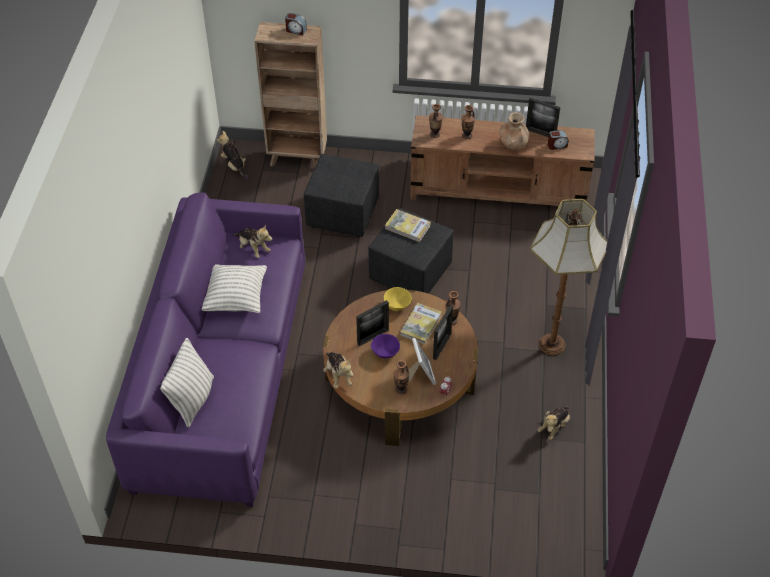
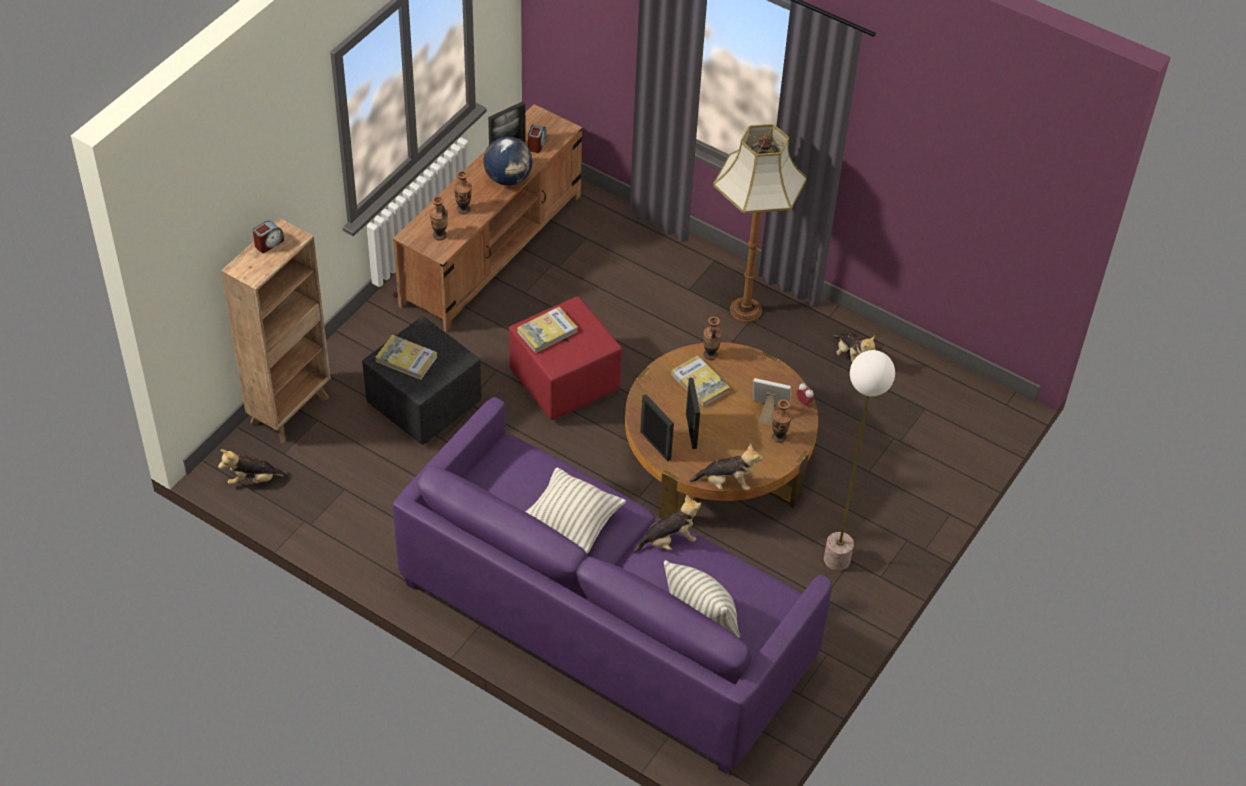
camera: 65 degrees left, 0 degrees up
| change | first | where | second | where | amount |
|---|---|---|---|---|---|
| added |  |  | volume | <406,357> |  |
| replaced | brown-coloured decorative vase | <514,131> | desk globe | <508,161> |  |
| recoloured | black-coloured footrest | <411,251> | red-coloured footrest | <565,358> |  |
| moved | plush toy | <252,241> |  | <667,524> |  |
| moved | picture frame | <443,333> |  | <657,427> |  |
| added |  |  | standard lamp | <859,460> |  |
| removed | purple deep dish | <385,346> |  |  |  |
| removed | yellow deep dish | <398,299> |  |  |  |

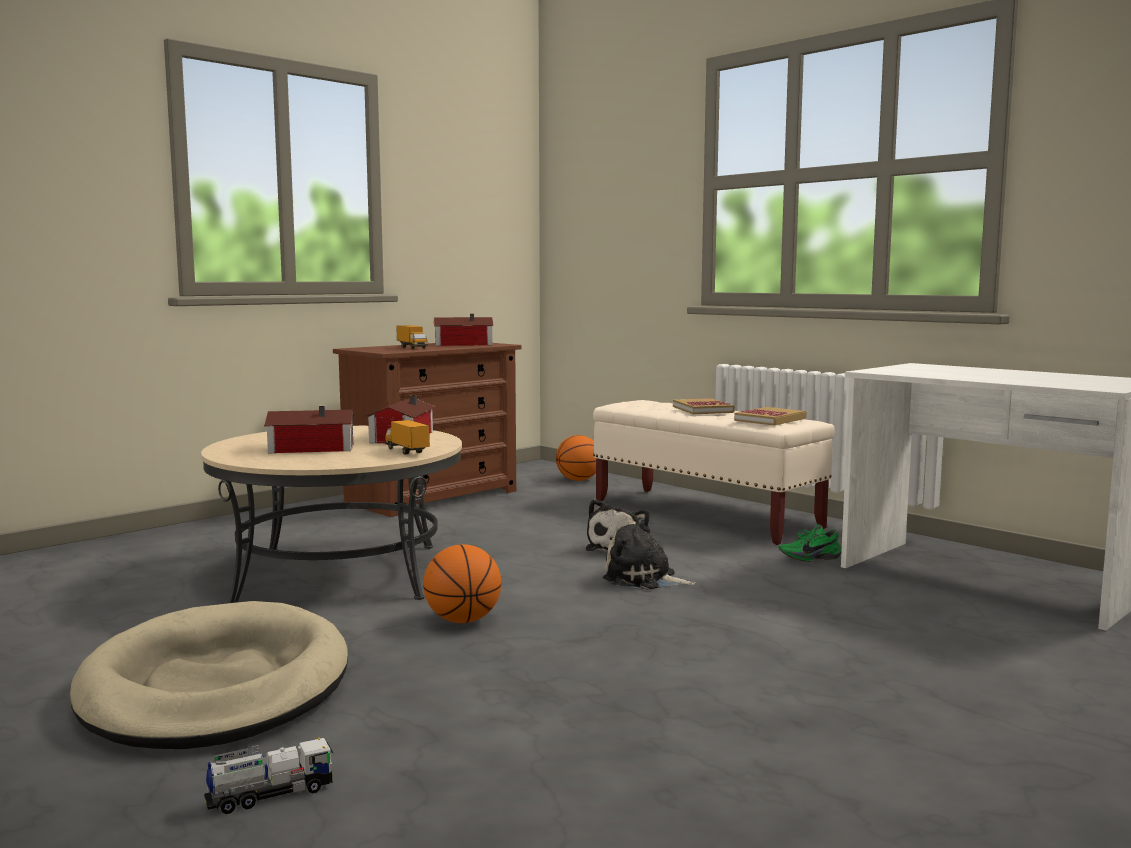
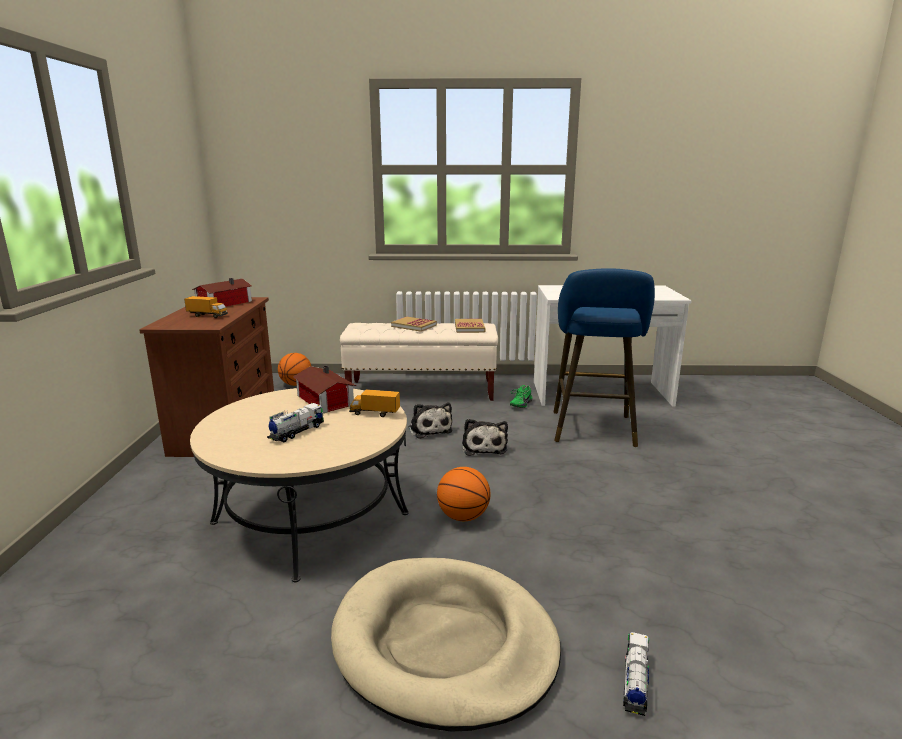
camera: 45 degrees left, 10 degrees up
| change | first | where | second | where | amount |
|---|---|---|---|---|---|
| replaced | miniature house | <309,429> | model truck | <295,422> |  |
| turned | plush toy | <649,553> |  | <485,437> | 75 degrees counterclockwise |
| added |  |  | blue sitting stool | <604,357> |  |

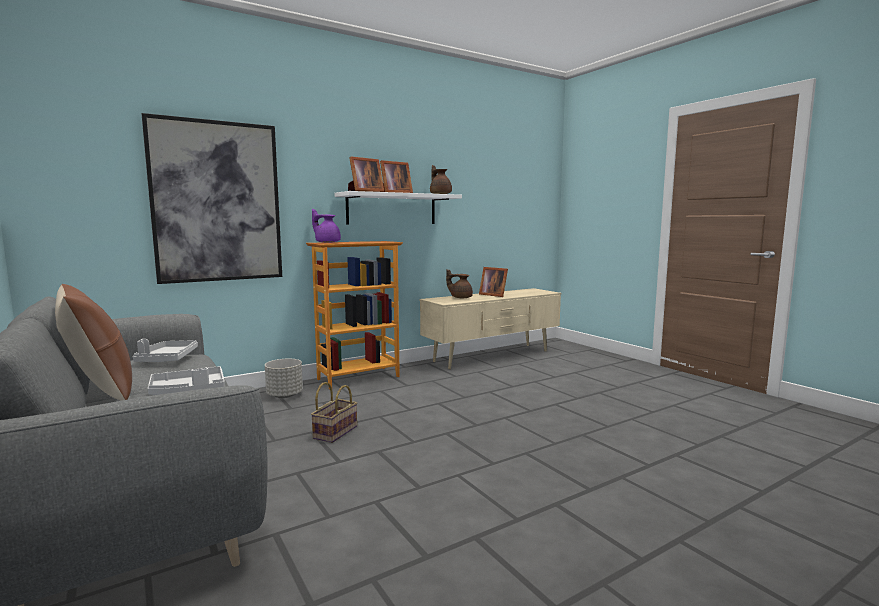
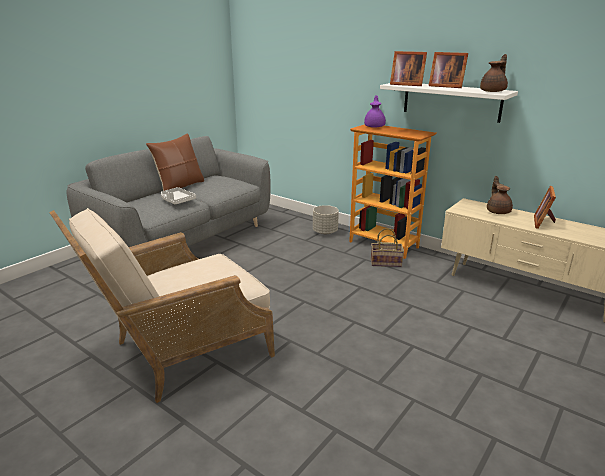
camera: 70 degrees right, 15 degrees up
| change | first | where | second | where | amount |
|---|---|---|---|---|---|
| added |  |  | beige-coloured armchair | <162,305> |  |
| moved | storage basket | <334,412> |  | <387,247> |  |
| removed | greyish carrying tray | <165,350> |  |  |  |
| removed | wall art | <212,198> |  |  |  |

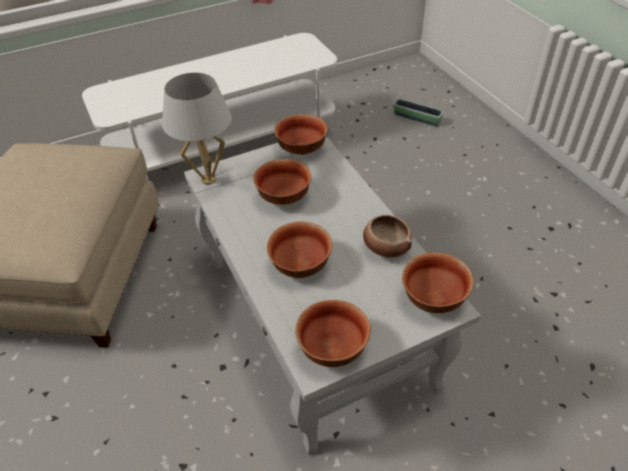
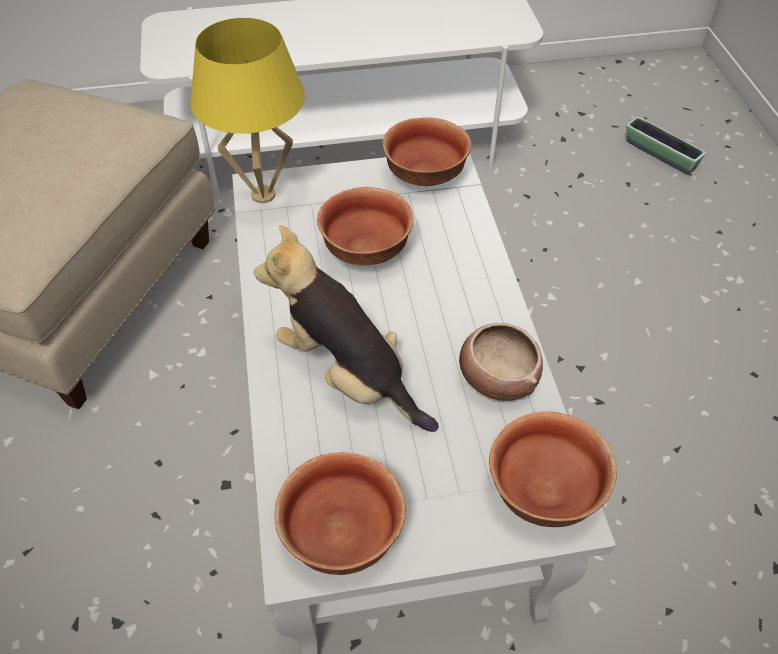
camera: 15 degrees right, 5 degrees up
| change | first | where | second | where | amount |
|---|---|---|---|---|---|
| recoloured | white-coloured table lamp | <197,129> | yellow table lamp | <247,110> |  |
| replaced | deep dish | <299,250> | plush toy | <346,328> |  |

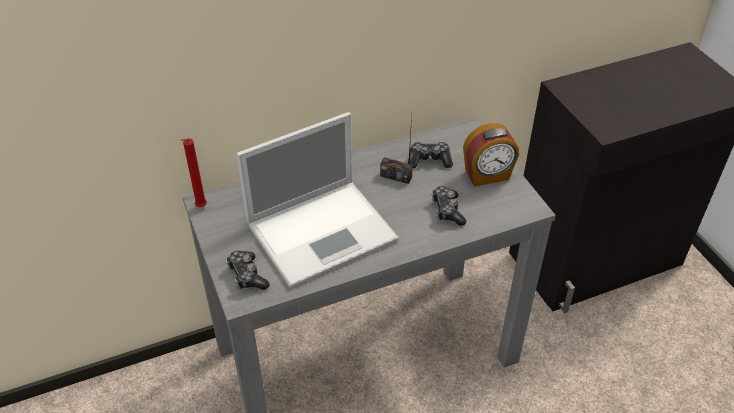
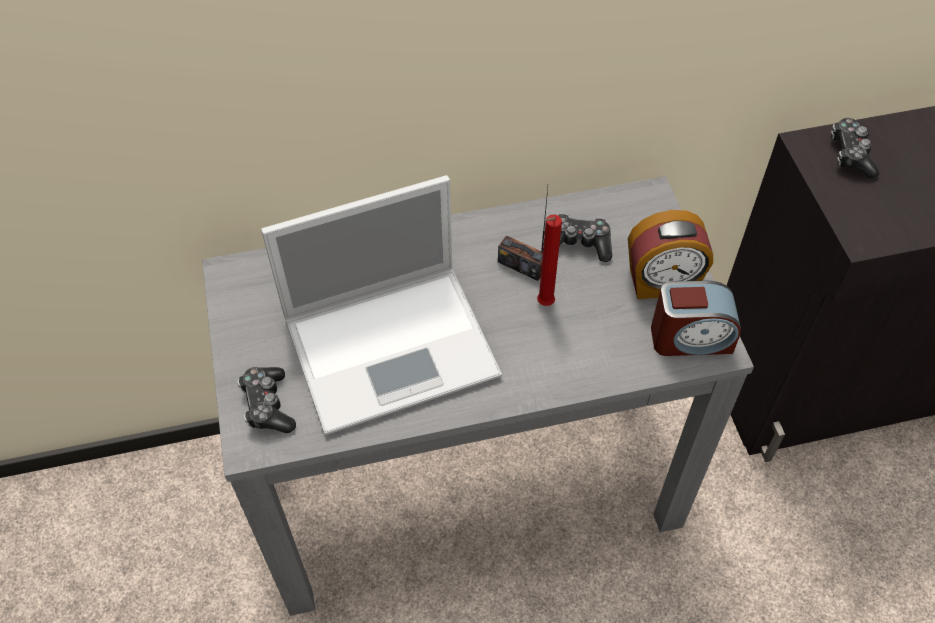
camera: 10 degrees right, 10 degrees up
| change | first | where | second | where | amount |
|---|---|---|---|---|---|
| moved | red-coloured wax candle | <194,173> |  | <549,260> |  |
| added |  |  | alarm clock | <696,318> |  |
| moved | gamepad | <448,206> |  | <855,148> |  |

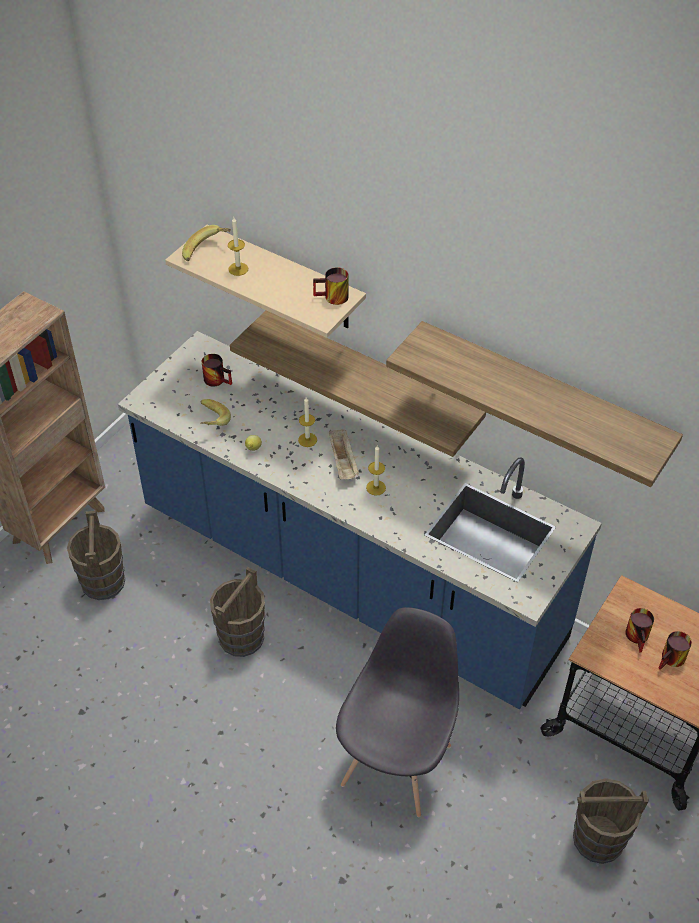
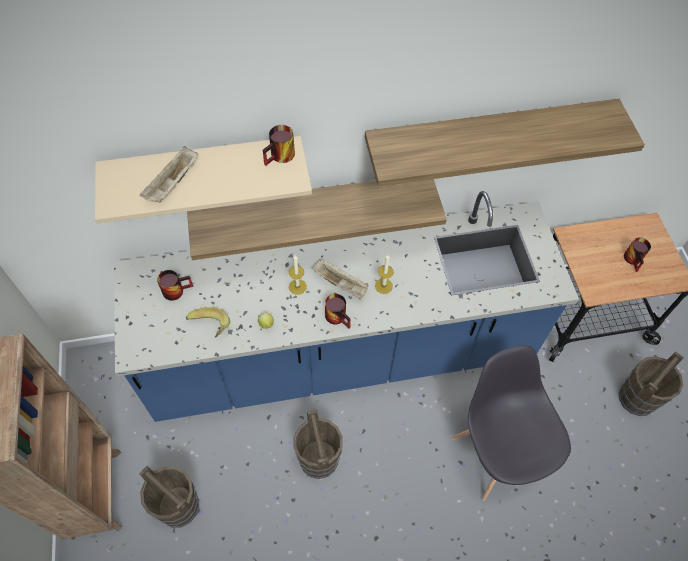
camera: 45 degrees left, 10 degrees up
| change | first | where | second | where | amount |
|---|---|---|---|---|---|
| replaced | wax candle | <238,247> | beige-coloured carrying tray | <169,174> |  |
| moved | mug | <639,630> |  | <338,311> |  |
| removed | banana fruit | <206,243> |  |  |  |

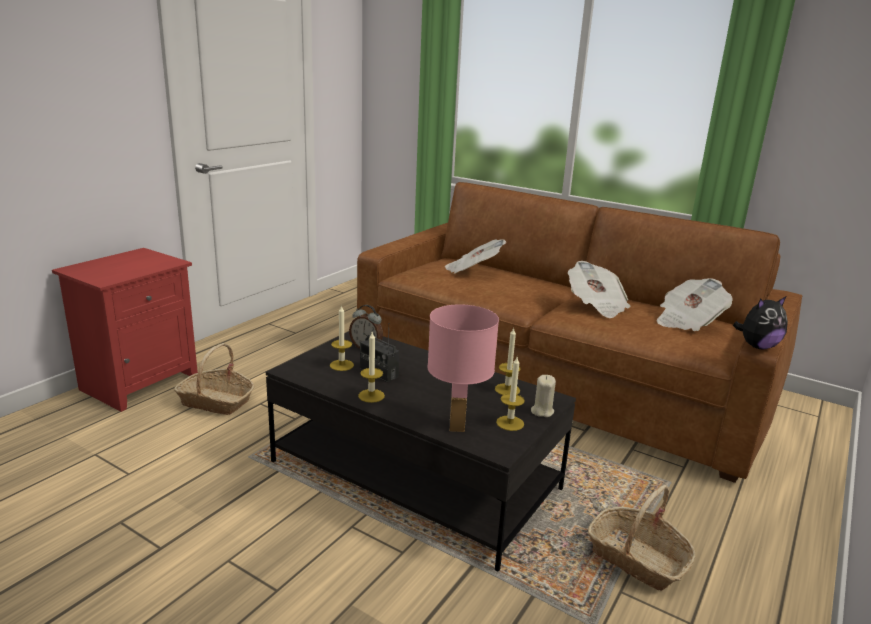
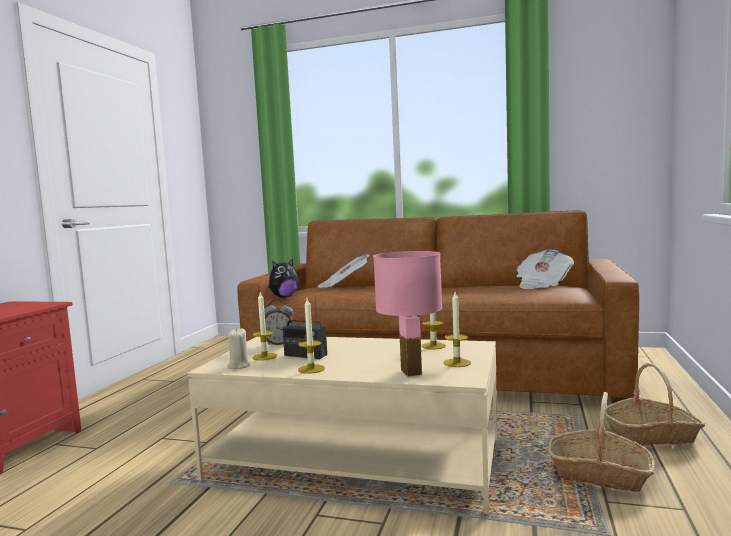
camera: 15 degrees left, 15 degrees down
| change | first | where | second | where | amount |
|---|---|---|---|---|---|
| recoloured | black-coloured coffee table | <421,451> | beige-coloured coffee table | <342,425> |  |
| moved | beige-coloured wax candle | <543,396> |  | <239,348> |  |
| moved | plush toy | <760,322> |  | <283,278> |  |
| moved | storage basket | <214,379> |  | <655,404> |  |
| removed | newspaper | <599,289> |  |  |  |

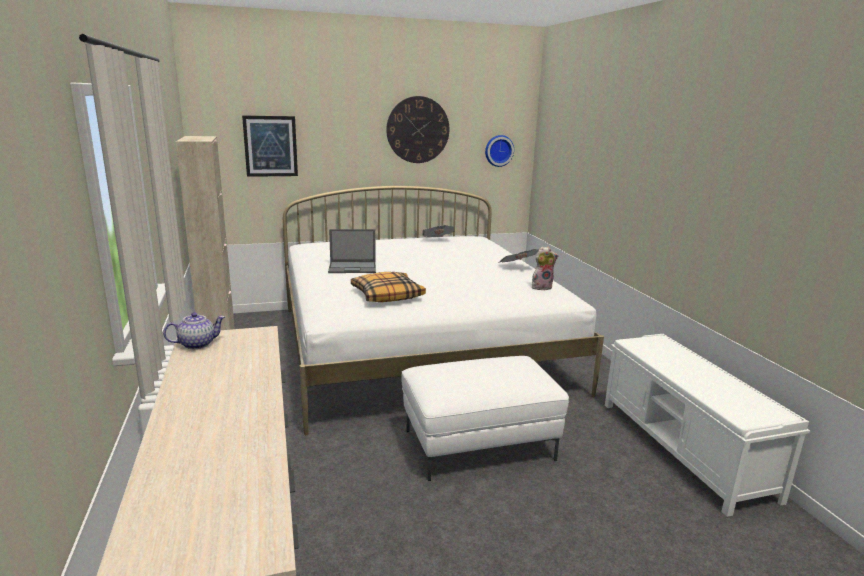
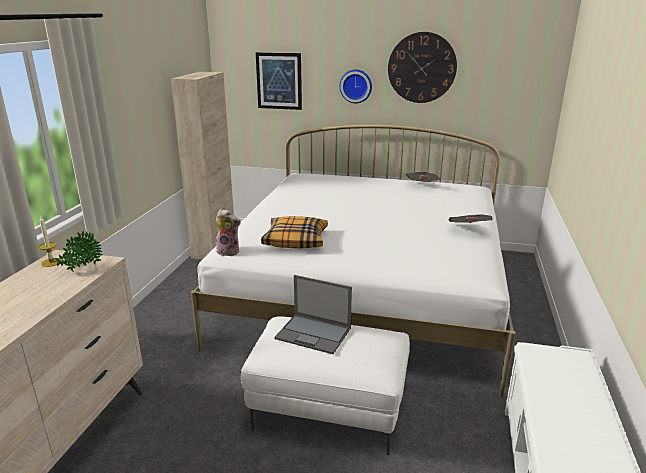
camera: 30 degrees right, 5 degrees up
| change | first | where | second | where | amount |
|---|---|---|---|---|---|
| replaced | teapot | <194,330> | wax candle | <50,241> |  |
| added |  |  | plant in a pot | <79,251> |  |
| moved | plush toy | <545,268> |  | <228,232> |  |
| moved | laptop | <352,251> |  | <313,314> |  |
| moved | wall clock | <499,151> |  | <356,86> |  |

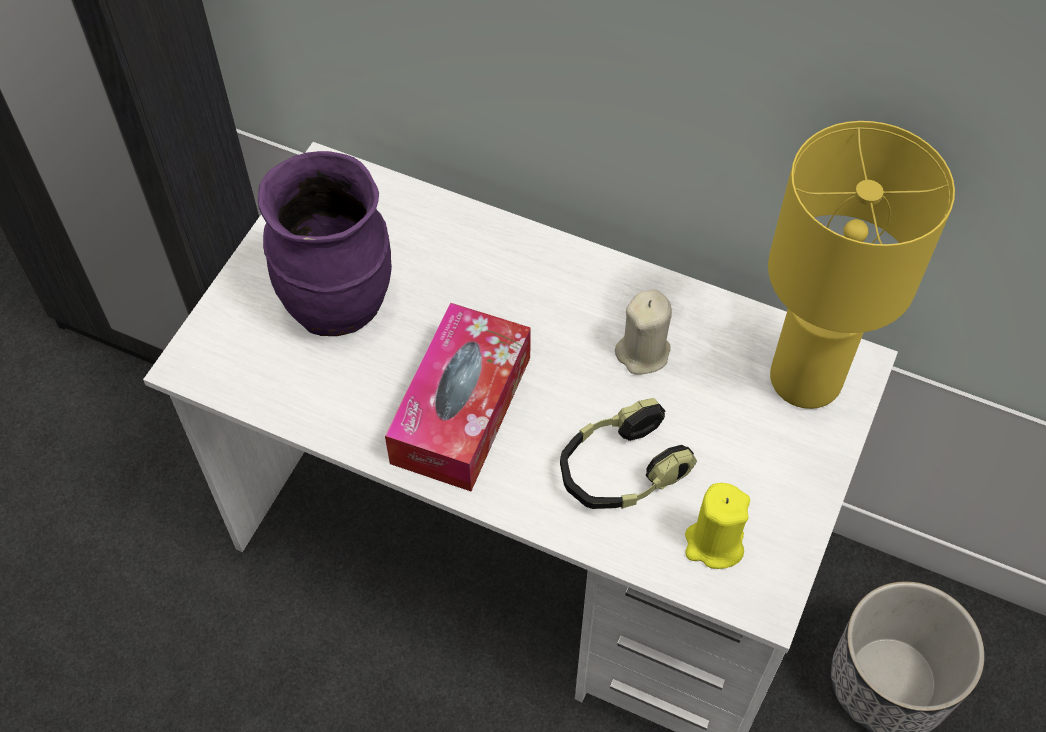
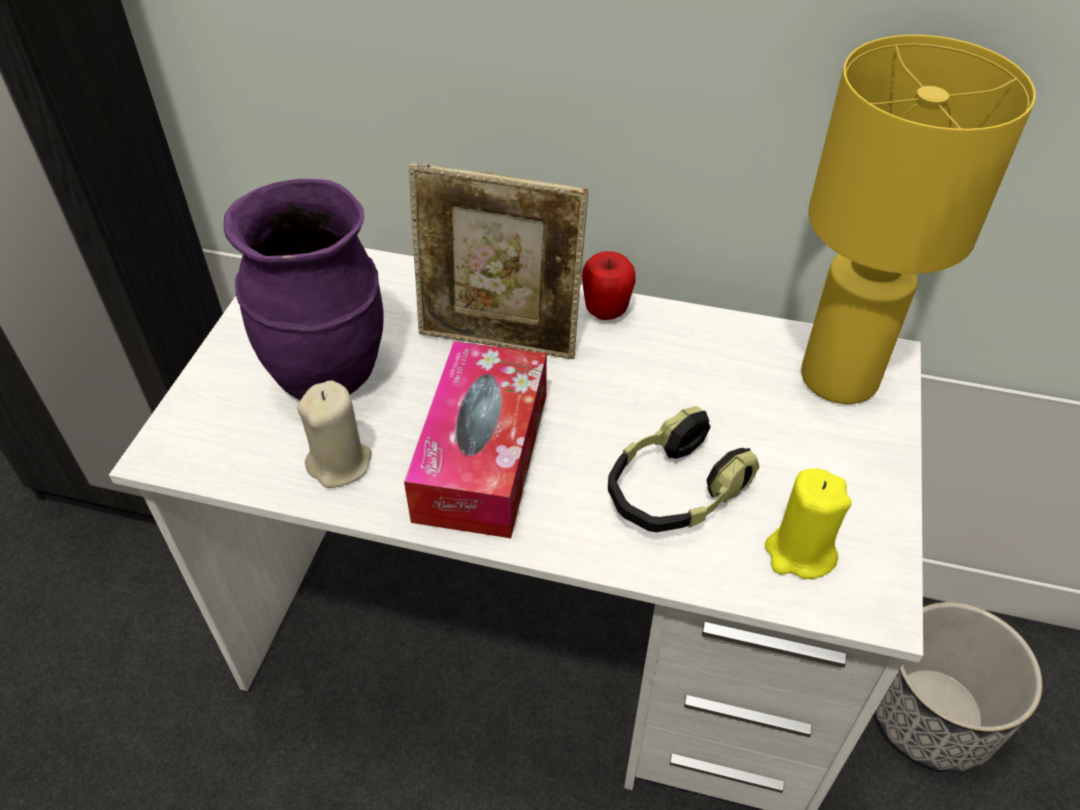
camera: 10 degrees left, 10 degrees down
| change | first | where | second | where | amount |
|---|---|---|---|---|---|
| moved | beige-coloured wax candle | <643,332> |  | <334,434> |  |
| added |  |  | picture frame | <498,261> |  |
| added |  |  | apple fruit | <609,285> |  |

